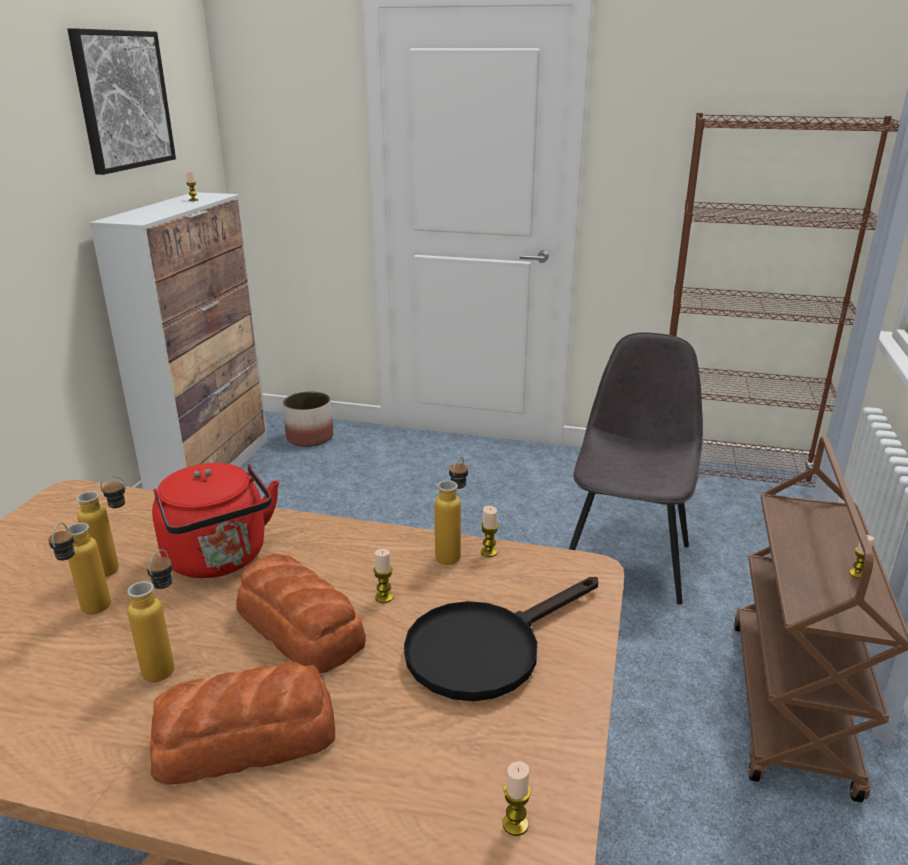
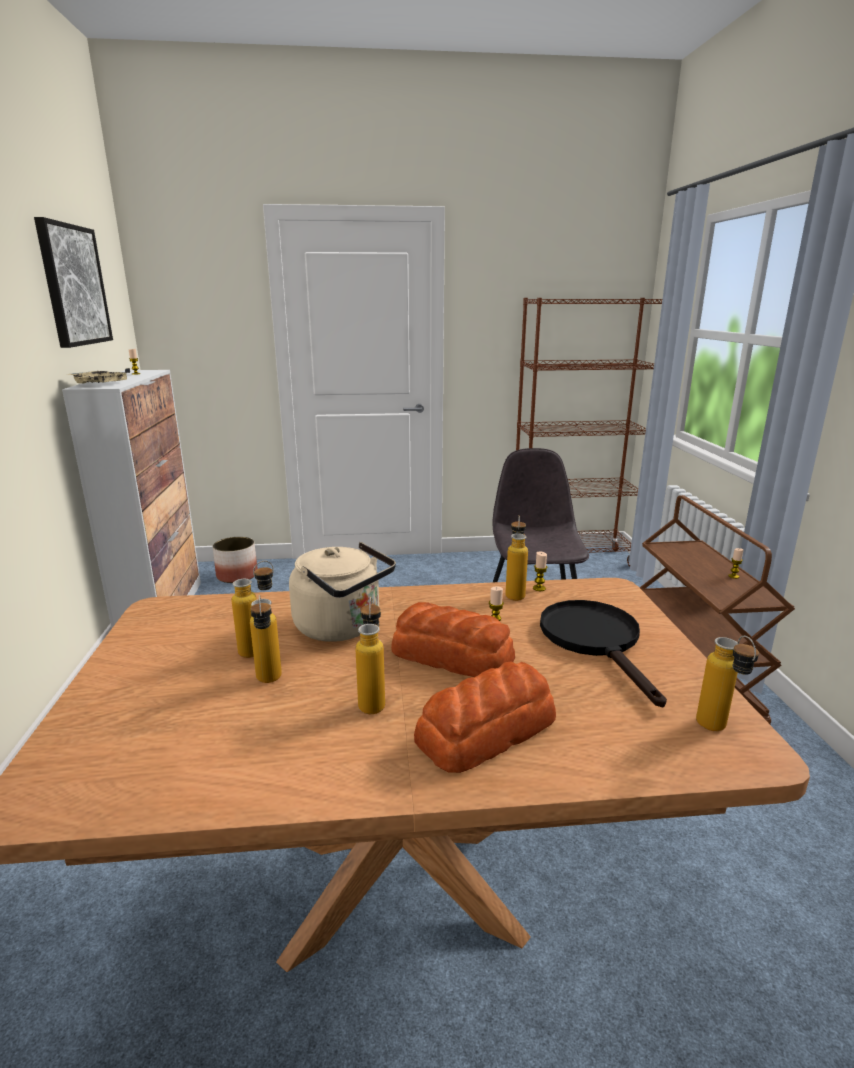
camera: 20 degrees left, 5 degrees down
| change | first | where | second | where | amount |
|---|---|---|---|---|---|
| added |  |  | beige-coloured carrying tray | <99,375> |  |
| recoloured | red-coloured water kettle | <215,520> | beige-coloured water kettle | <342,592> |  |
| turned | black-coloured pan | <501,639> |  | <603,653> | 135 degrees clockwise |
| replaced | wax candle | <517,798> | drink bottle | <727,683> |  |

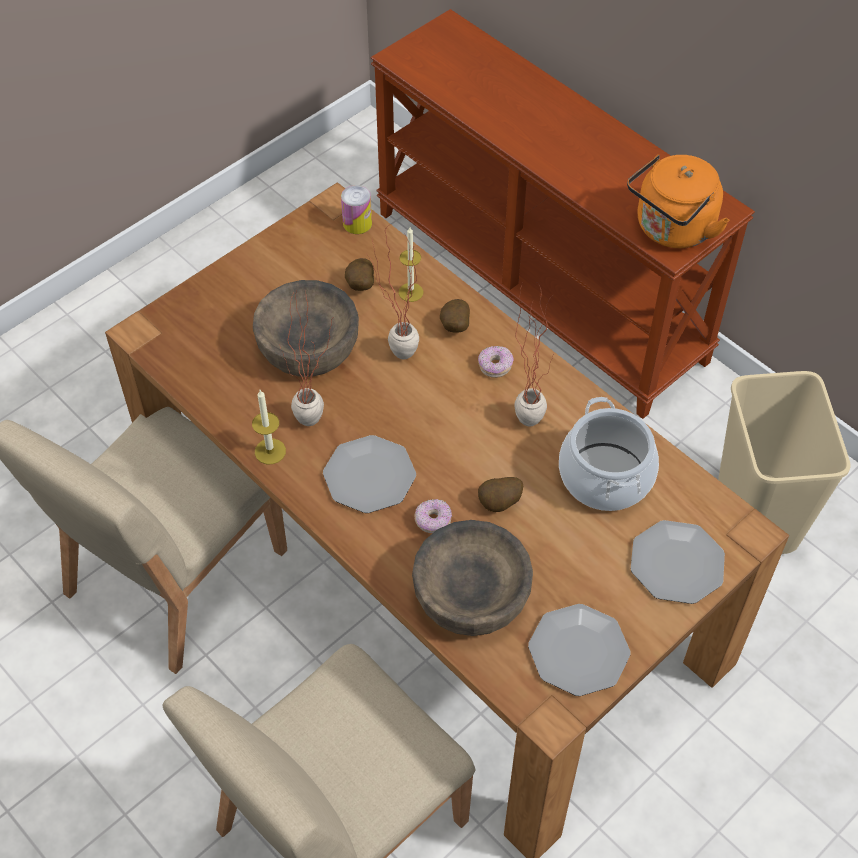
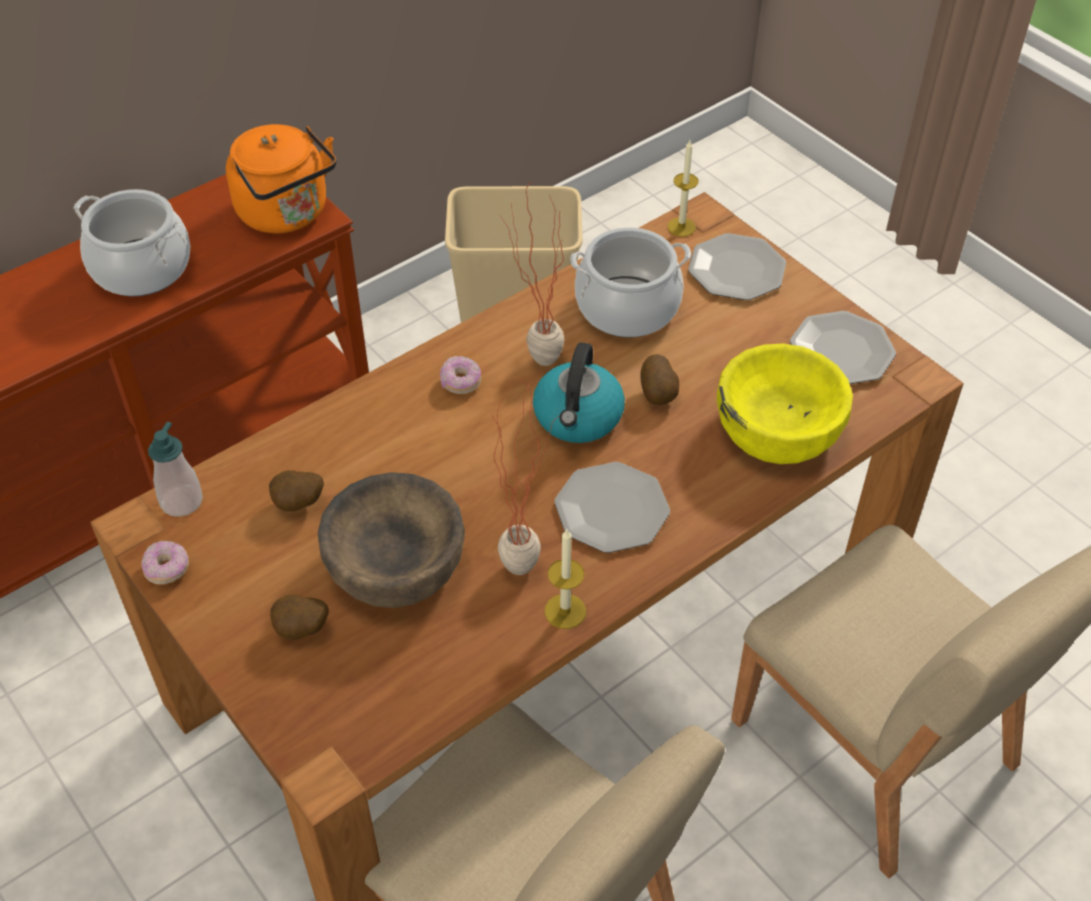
camera: 85 degrees left, 5 degrees down
| change | first | where | second | where | amount |
|---|---|---|---|---|---|
| added |  |  | cooking pot | <131,243> |  |
| moved | ring doughnut | <433,516> |  | <165,562> |  |
| replaced | metal can | <356,209> | liquid soap bottle | <175,469> |  |
| moved | spud | <455,316> |  | <299,617> |  |
| added |  |  | water kettle | <579,392> |  |
| moved | wax candle | <411,264> |  | <683,188> |  |
| recoloured | brown-coloured deep dish | <472,578> | yellow deep dish | <785,403> |  |
| removed | plant in a pot | <392,292> |  |  |  |

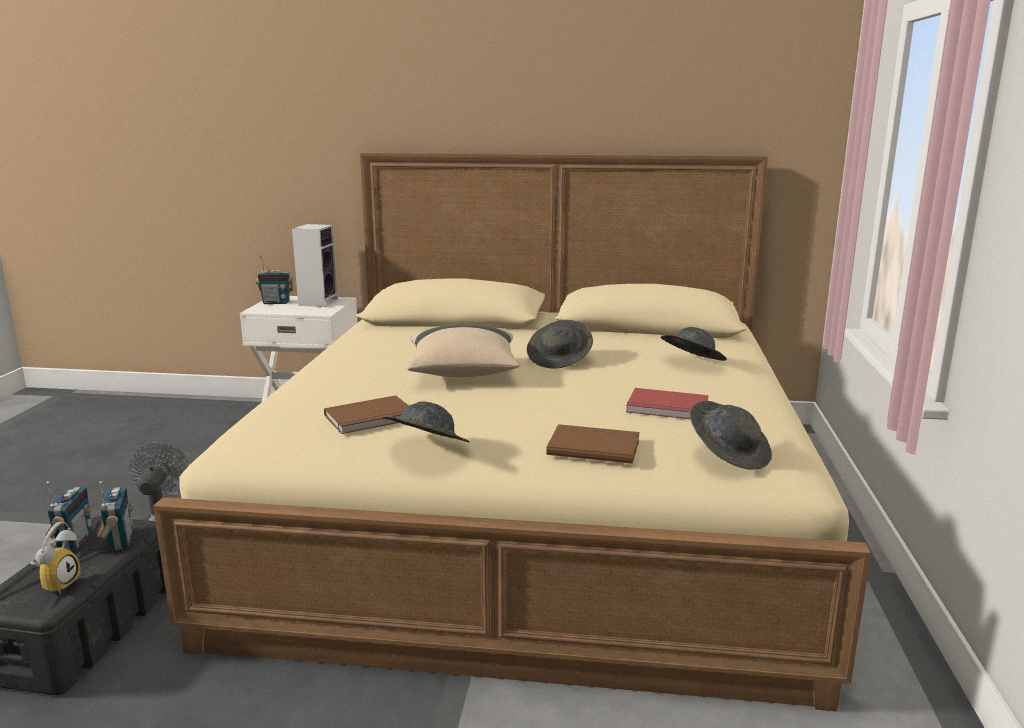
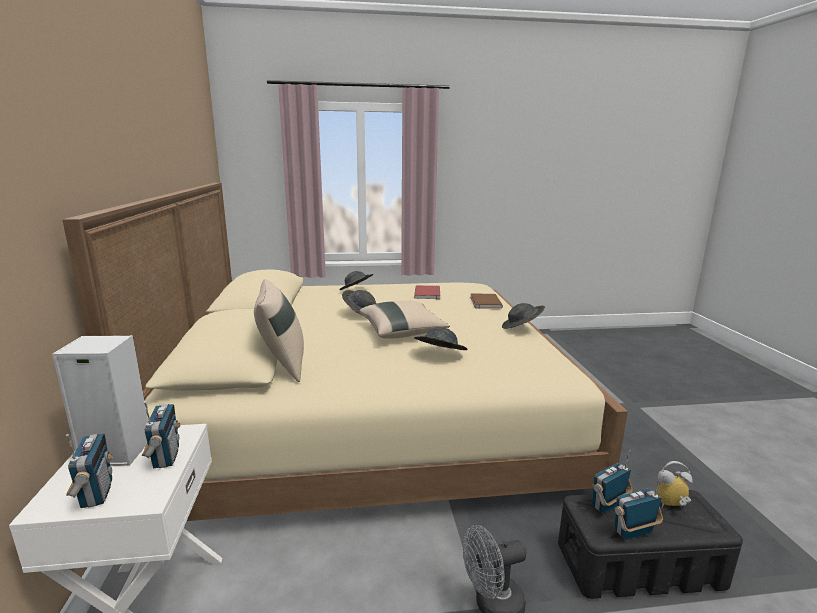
camera: 105 degrees left, 0 degrees up
| change | first | where | second | where | amount |
|---|---|---|---|---|---|
| added |  |  | radio receiver | <161,434> |  |
| added |  |  | beige-coloured cushion | <279,330> |  |
| moved | greyish hat | <731,435> |  | <441,338> |  |
| removed | brown-coloured volume | <366,414> |  |  |  |

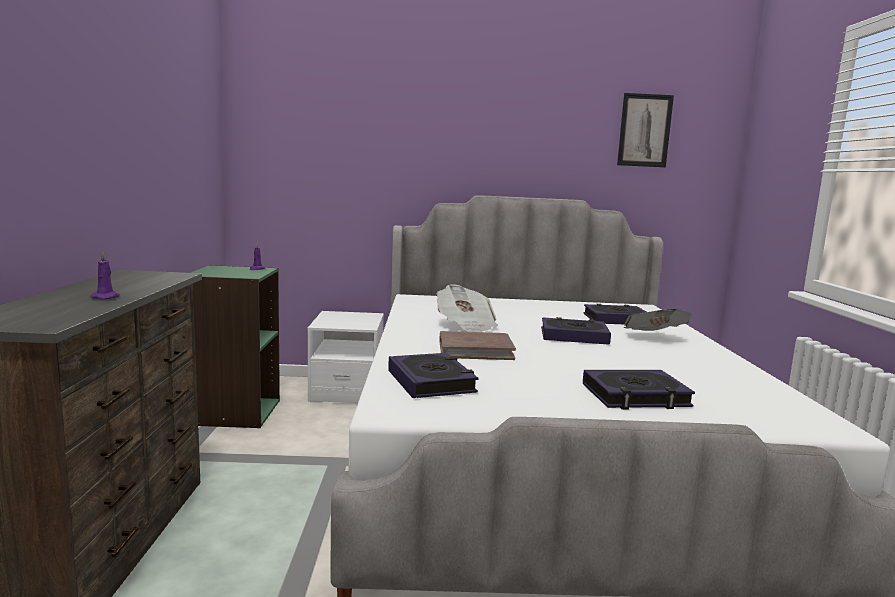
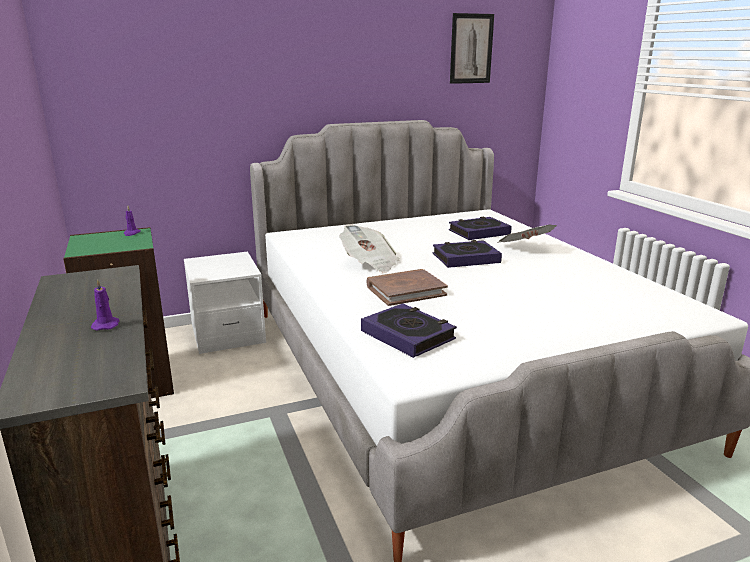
camera: 20 degrees left, 10 degrees up
| change | first | where | second | where | amount |
|---|---|---|---|---|---|
| removed | volume | <639,390> |  |  |  |

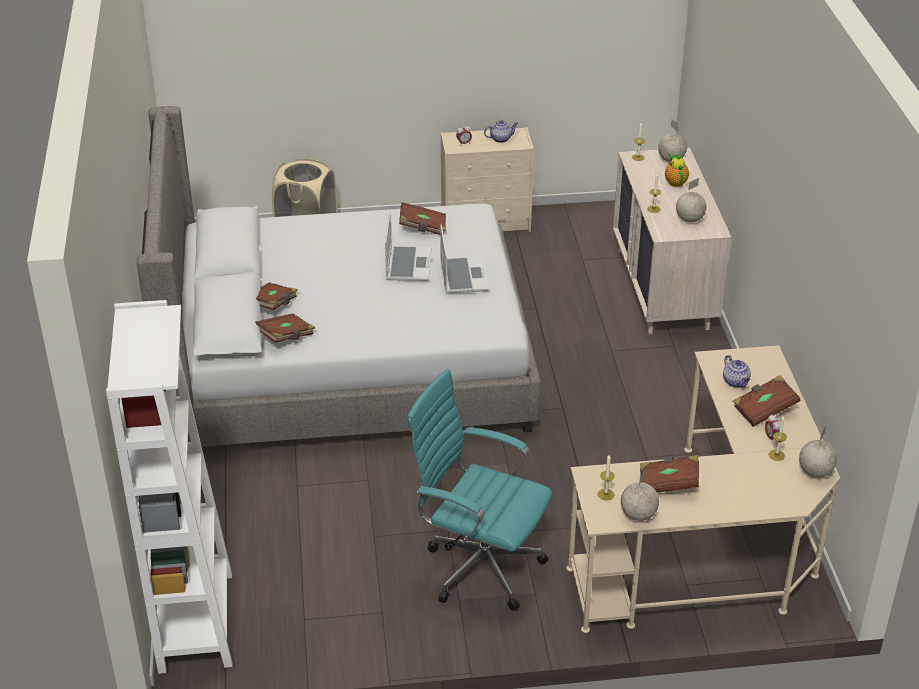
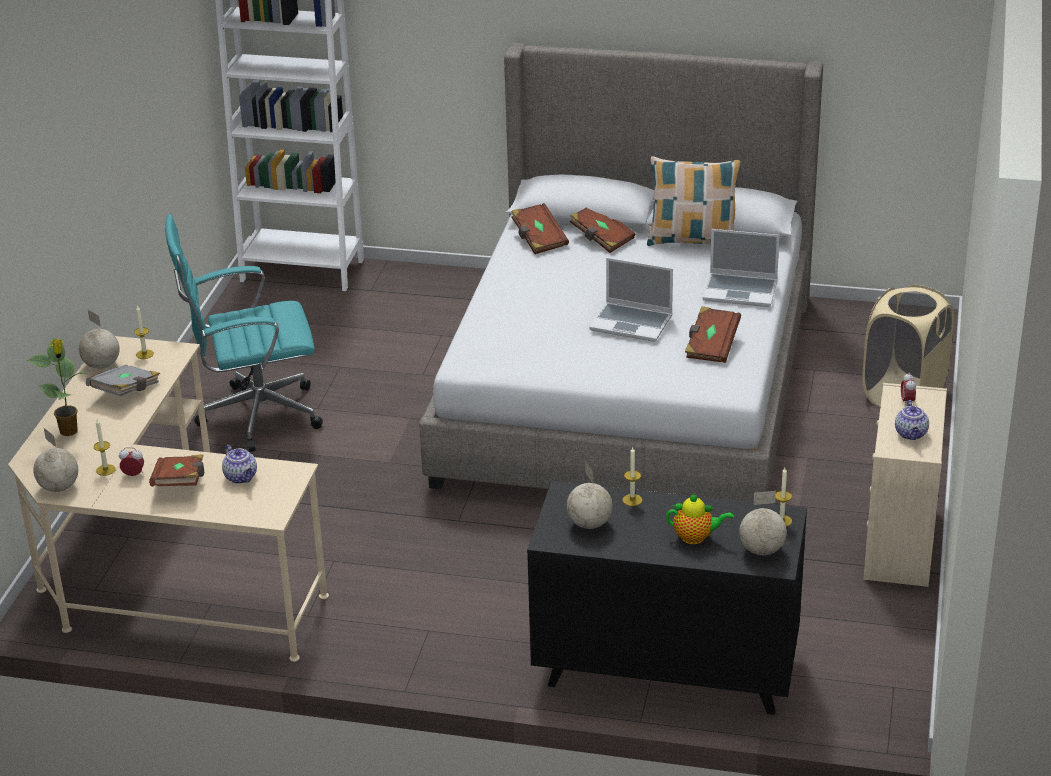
camera: 110 degrees right, 5 degrees down
| change | first | where | second | where | amount |
|---|---|---|---|---|---|
| added |  |  | plant in a pot | <57,387> |  |
| recoloured | brown-coloured volume | <669,474> | greyish volume | <123,380> |  |
| turned | turquoise desk chair | <479,490> |  | <244,333> | 150 degrees counterclockwise |
| turned | teapot | <737,371> |  | <239,464> | 120 degrees counterclockwise |
| recoloured | beige-coloured chest of drawers | <672,241> | black-coloured chest of drawers | <667,598> |  |
| added |  |  | cushion | <694,201> |  |
| moved | laptop | <464,258> |  | <740,268> |  |

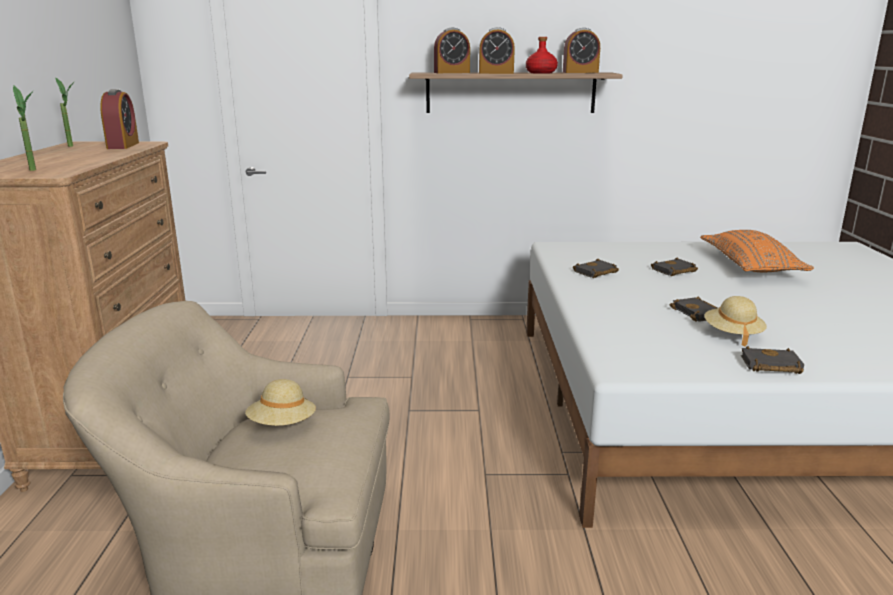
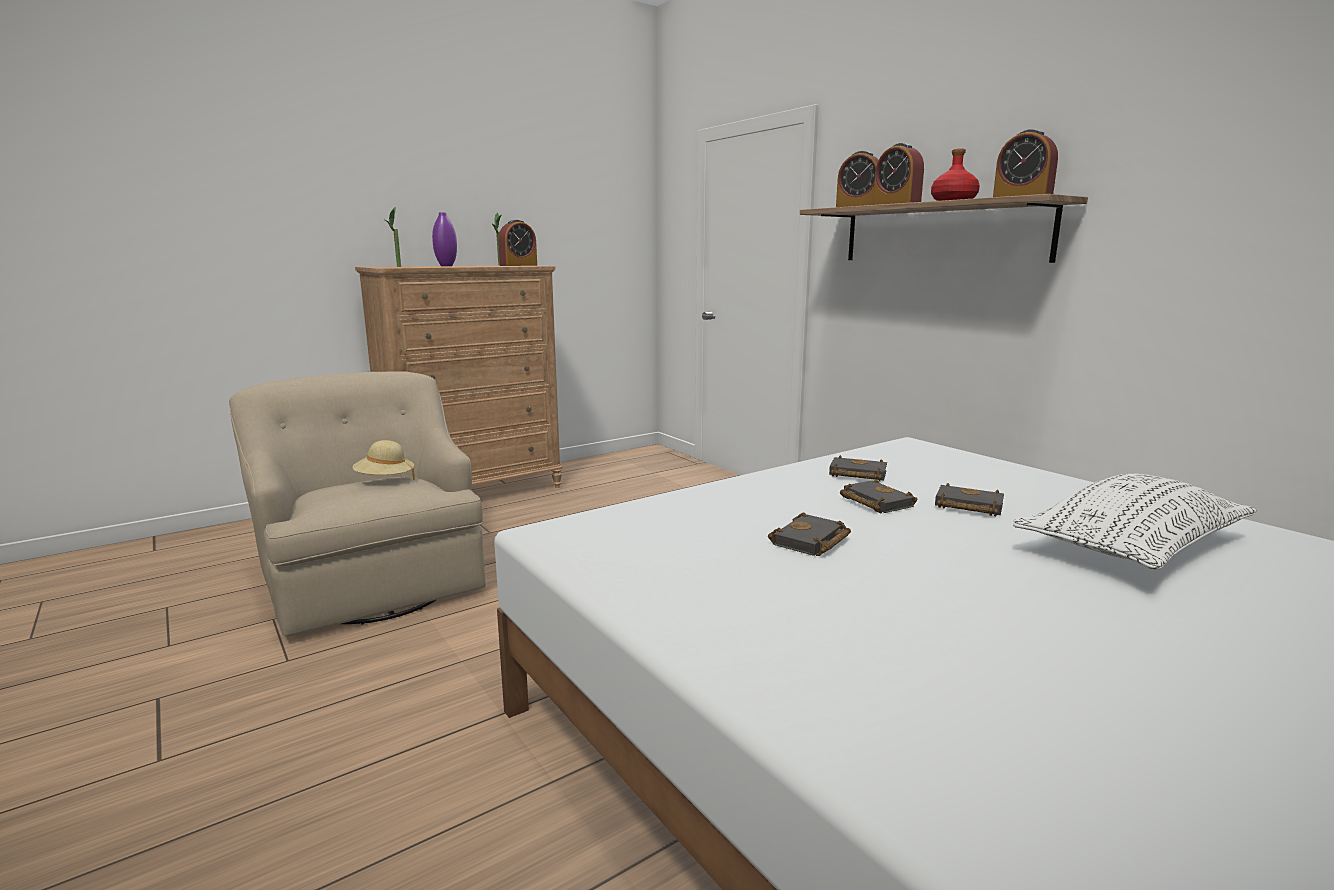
camera: 55 degrees right, 5 degrees down
| change | first | where | second | where | amount |
|---|---|---|---|---|---|
| added |  |  | purple decorative vase | <444,239> |  |
| moved | black-coloured volume | <772,360> |  | <878,496> |  |
| recoloured | orangey cushion | <757,251> | white-coloured cushion | <1135,521> |  |
| removed | beige-coloured hat | <735,321> |  |  |  |

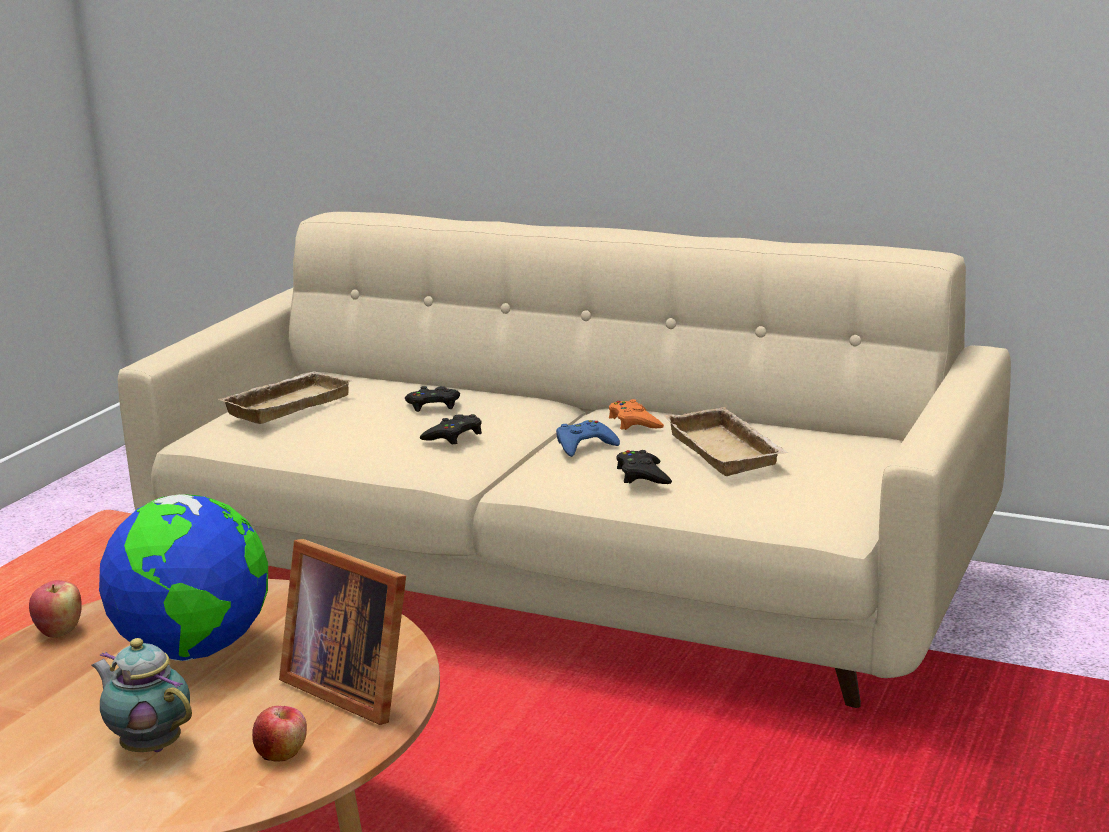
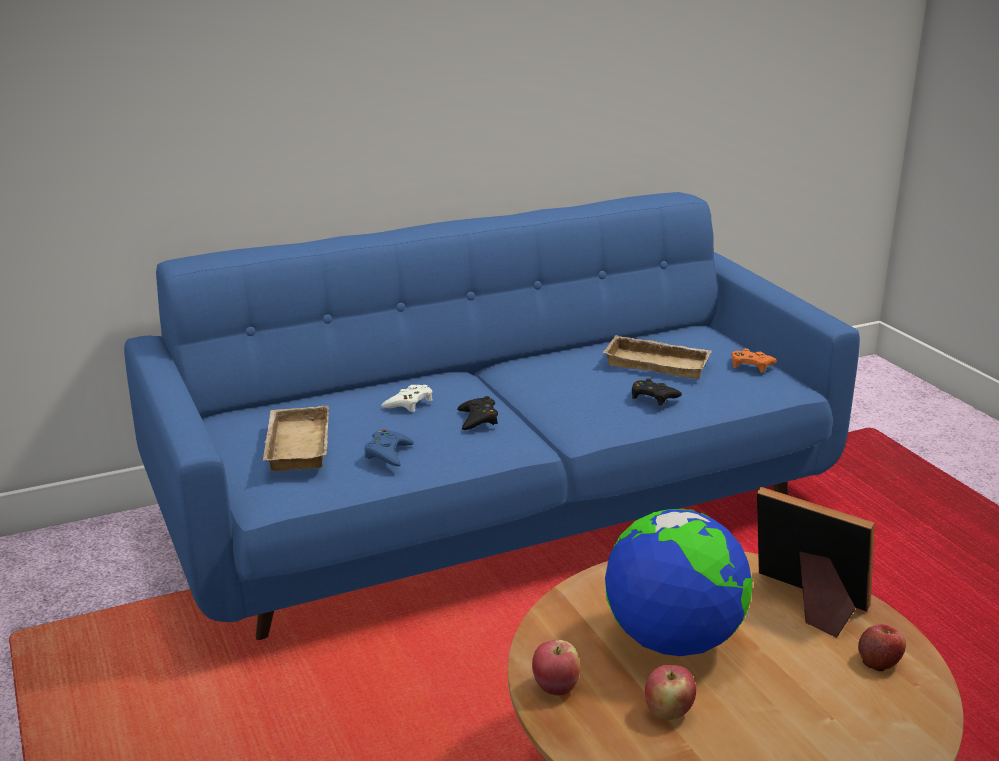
camera: 50 degrees left, 5 degrees up
| change | first | where | second | where | amount |
|---|---|---|---|---|---|
| recoloured | beige-coloured couch | <564,460> | blue couch | <492,416> |  |
| moved | blue gamepad | <588,438> |  | <389,448> |  |
| recoloured | black-coloured gamepad | <432,399> | white-coloured gamepad | <407,398> |  |
| added |  |  | apple fruit | <670,692> |  |
| moved | orangey gamepad | <636,414> |  | <754,360> |  |
| turned | picture frame | <342,632> |  | <816,562> | 135 degrees counterclockwise |
| removed | teapot | <141,695> |  |  |  |

